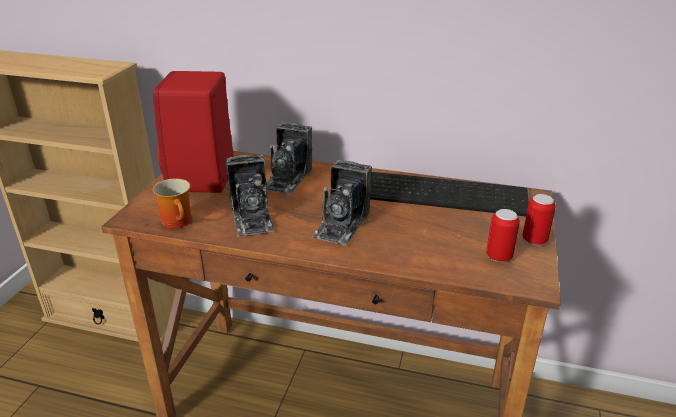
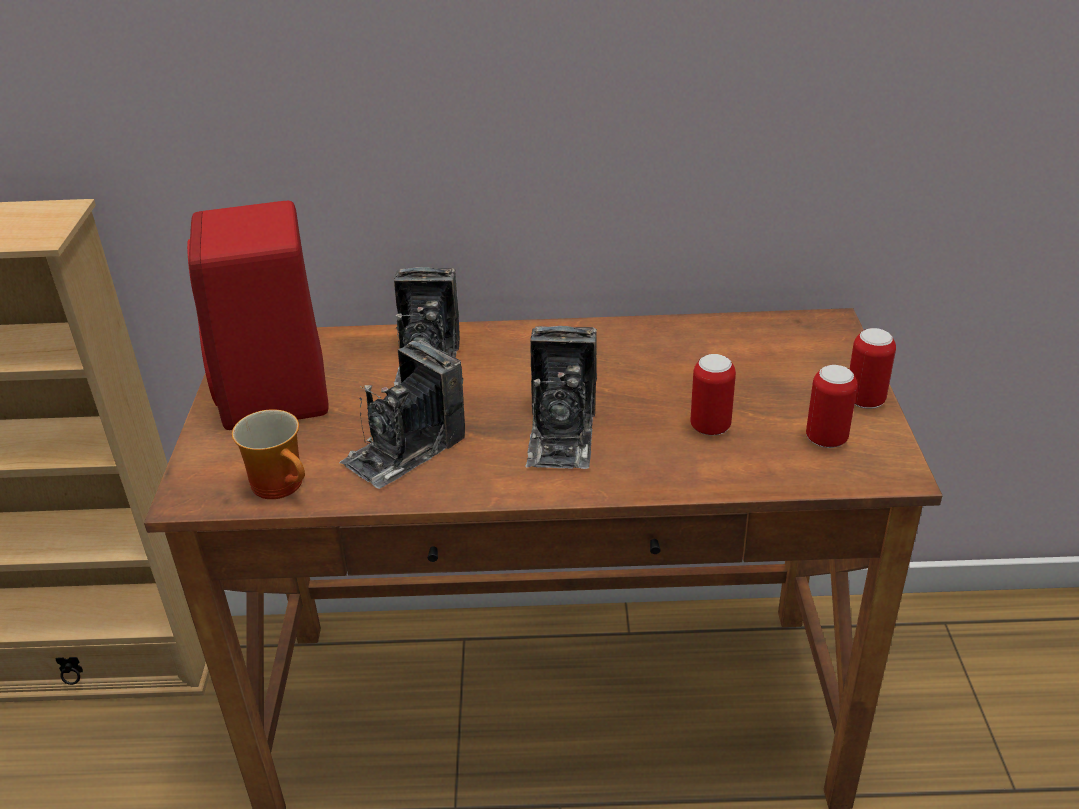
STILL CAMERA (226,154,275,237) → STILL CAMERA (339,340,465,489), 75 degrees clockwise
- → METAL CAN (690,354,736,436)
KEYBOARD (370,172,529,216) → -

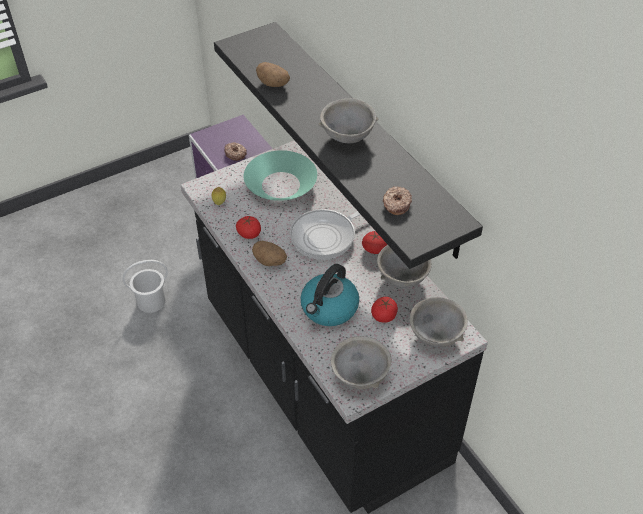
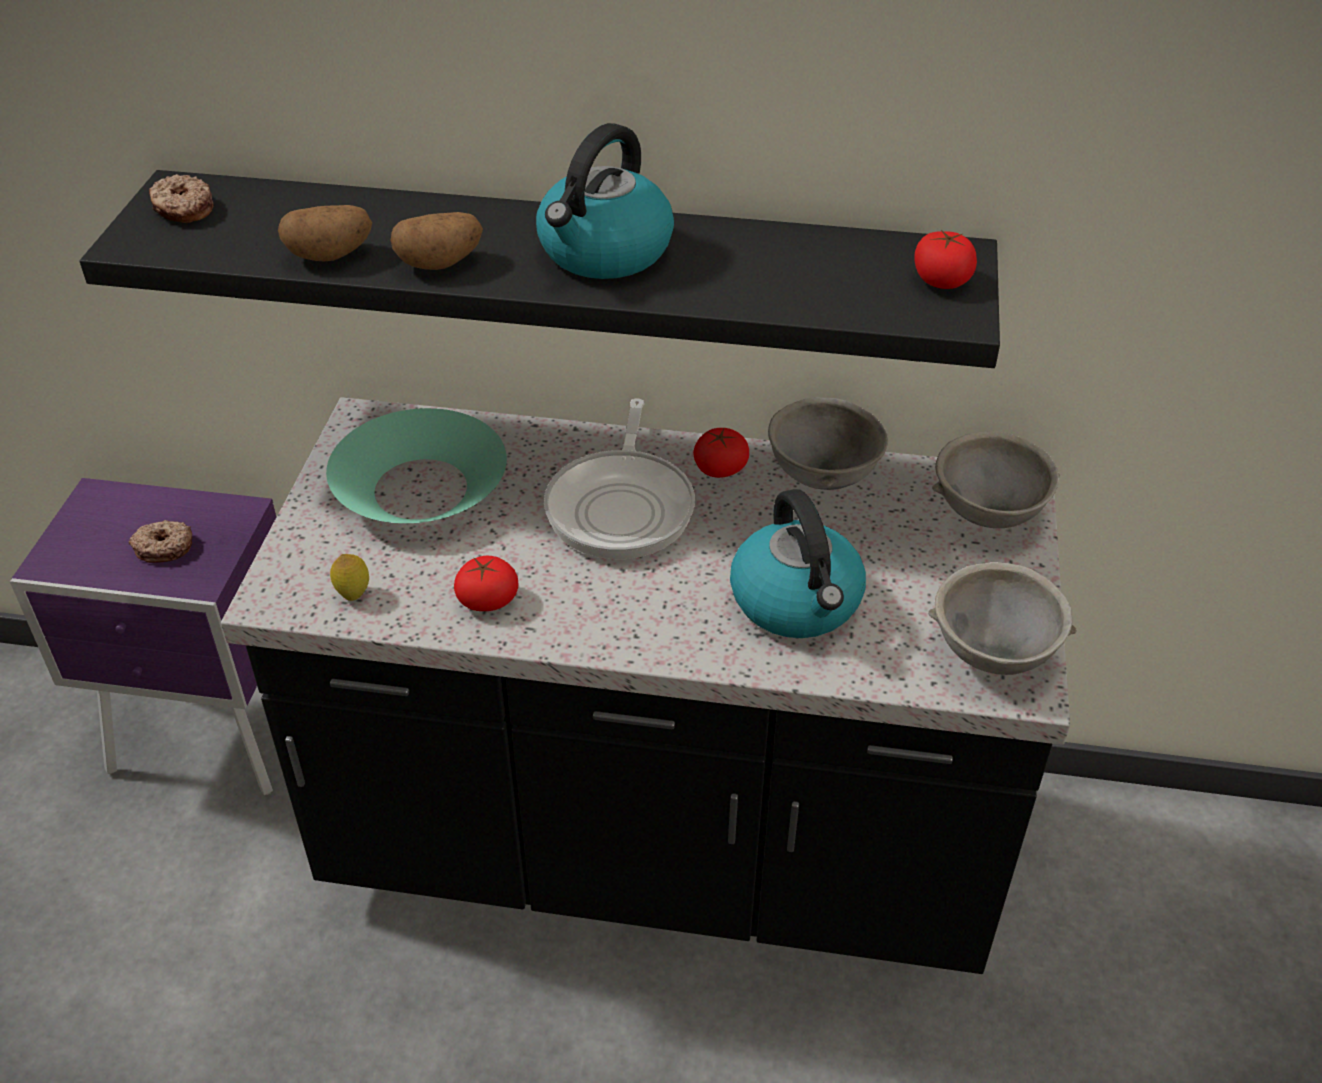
DONUT (383,186,412,215) → DONUT (149,174,214,223), shifted
POTATO (252,241,287,266) → POTATO (391,212,483,270), shifted
GREYISH SERVING BOWL (318,98,379,143) → WATER KETTLE (536,123,674,279)
WHOLE TOMATO (371,297,398,323) → WHOLE TOMATO (914,230,977,289), shifted
WHITISH WATER BUCKET (122,260,168,313) → -

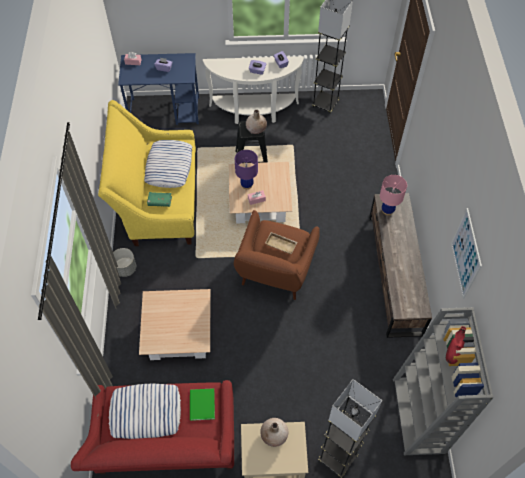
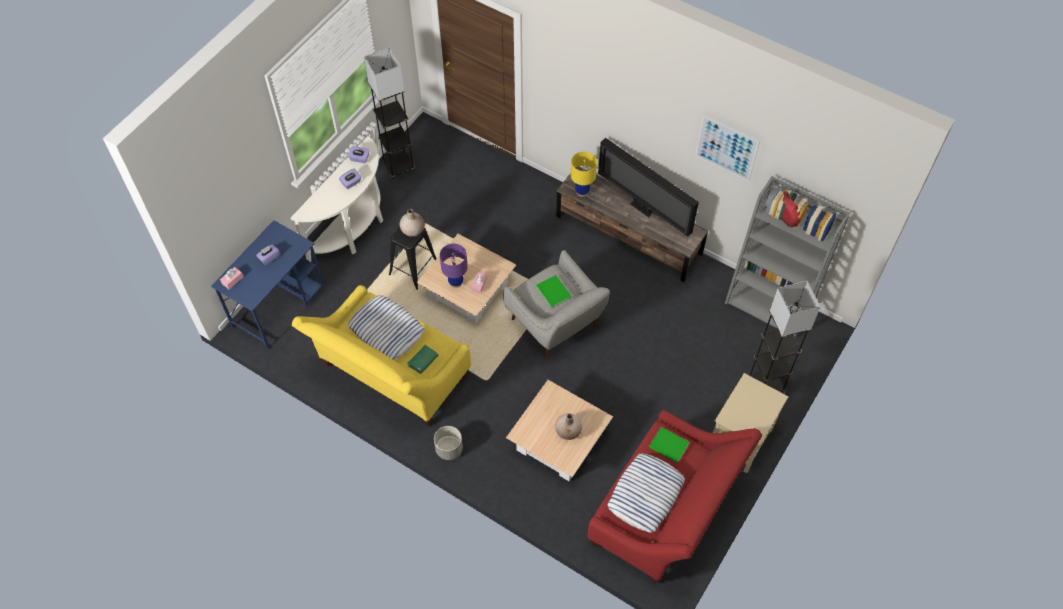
BROWN LOUNGE CHAIR (234,210,320,300) → GREYISH LOUNGE CHAIR (503,250,610,360)
BEIGE SERVING TRAY (265,232,297,254) → GREEN-COLOURED BOOK (536,275,572,308)
BEIGE VASE (260,418,288,447) → BEIGE VASE (555,413,582,440), shifted
PINK-COLOURED TABLETOP LAMP (380,175,407,215) → YELLOW-COLOURED TABLETOP LAMP (571,152,597,197)
- → TELEVISION (598,138,699,236)

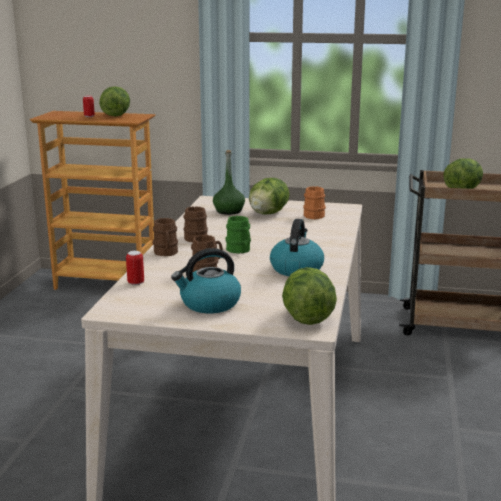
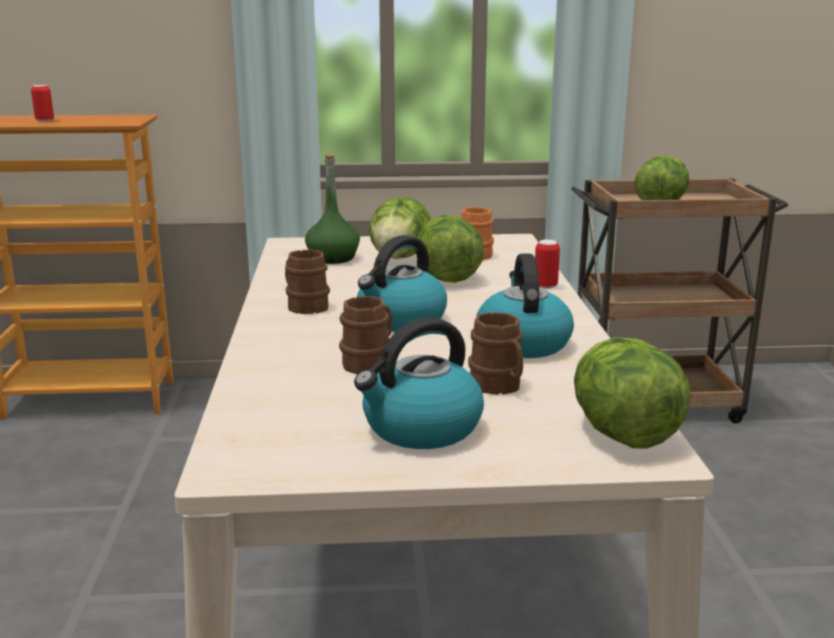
GREEN-COLOURED COFFEE MUG (225,216,251,254) → WATER KETTLE (357,235,447,332)
HEAD OF LETTUCE (99,86,130,117) → HEAD OF LETTUCE (418,215,484,283), shifted
BROWN COFFEE MUG (153,218,178,256) → BROWN COFFEE MUG (468,312,523,395), shifted
METAL CAN (126,251,144,285) → METAL CAN (535,240,560,289), shifted

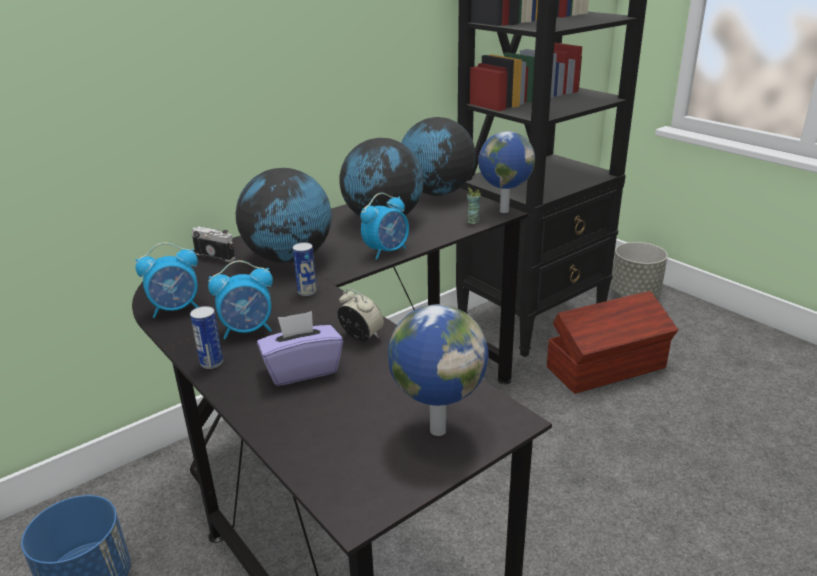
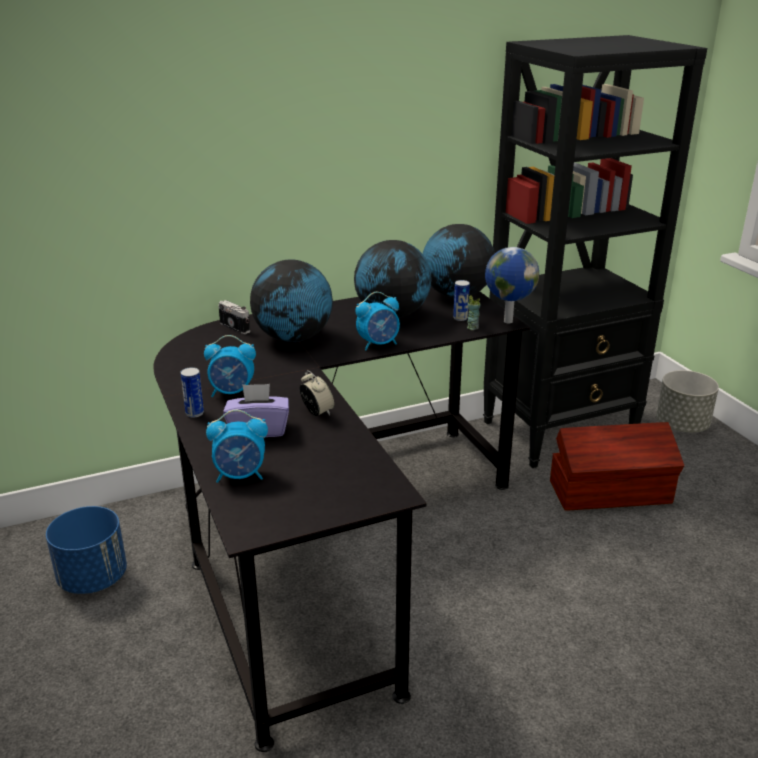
TABLE CLOCK (135,243,198,318) → TABLE CLOCK (206,410,268,483), shifted
METAL CAN (293,242,317,296) → METAL CAN (453,280,470,321), shifted
DESK GLOBE (388,304,489,436) → -

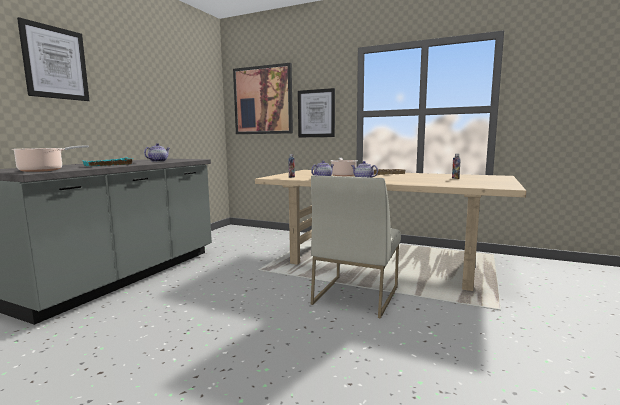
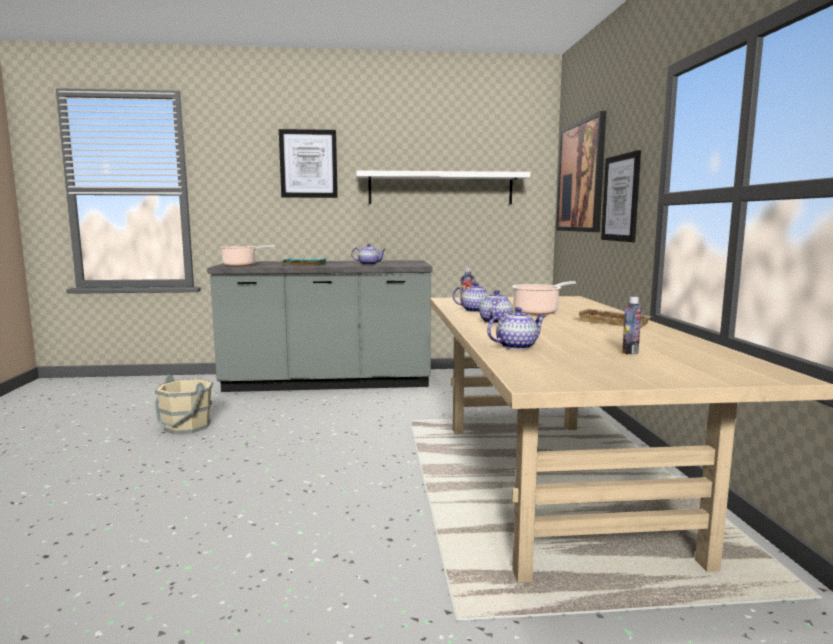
- → BEIGE WATER BUCKET (154,375,213,434)
- → WHITISH SHELF (356,170,530,204)
- → TEA POT (487,307,546,350)
WHITISH CHAIR (311,175,401,318) → -

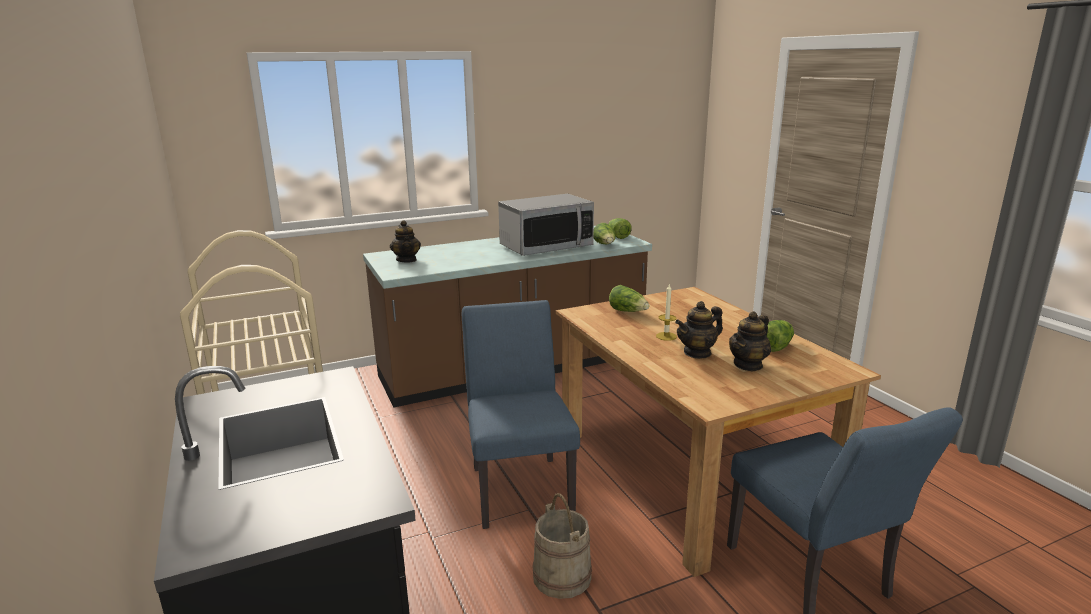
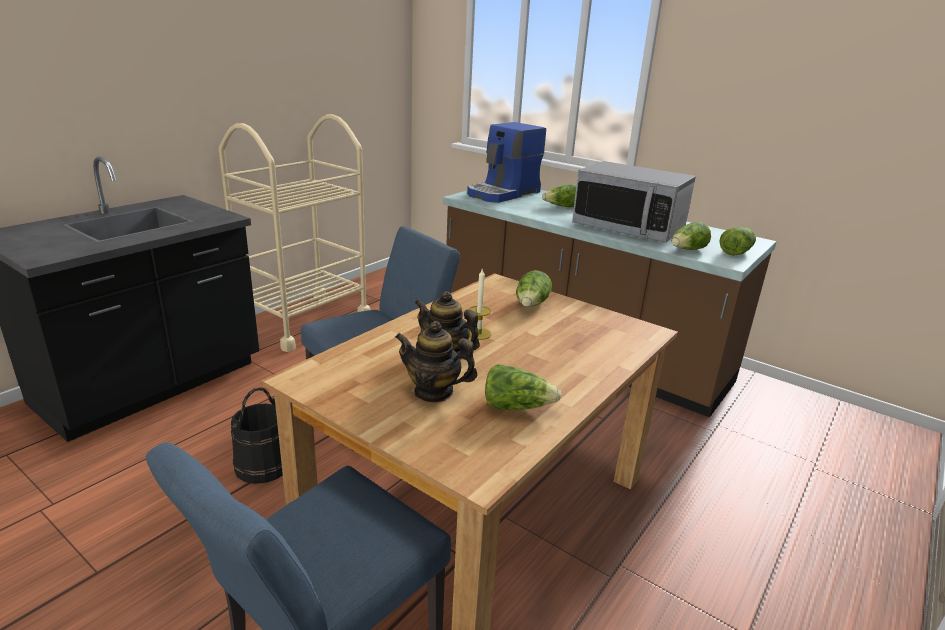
BEIGE WATER BUCKET (533,493,592,599) → BLACKISH WATER BUCKET (231,387,283,484)
TEA POT (390,220,421,262) → COFFEE BREWER (467,122,546,203)
- → HEAD OF LETTUCE (542,184,577,207)

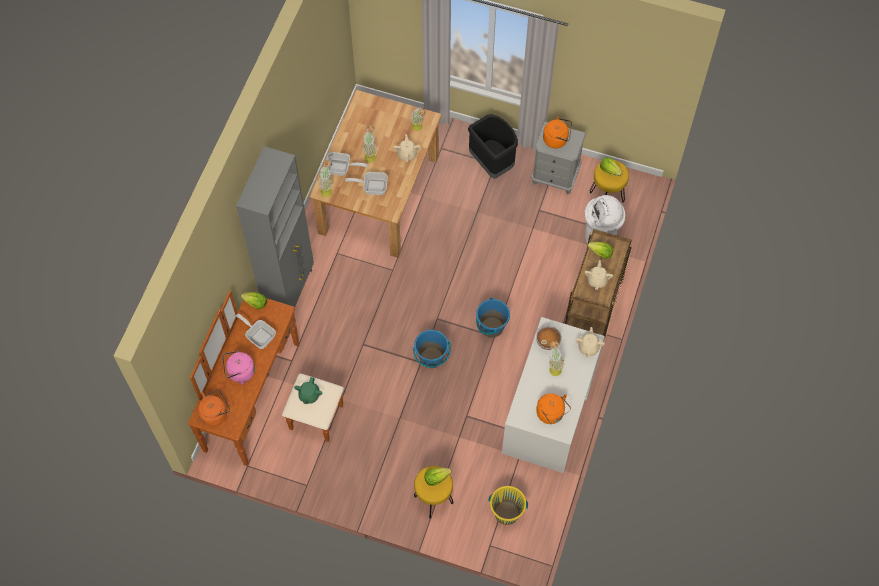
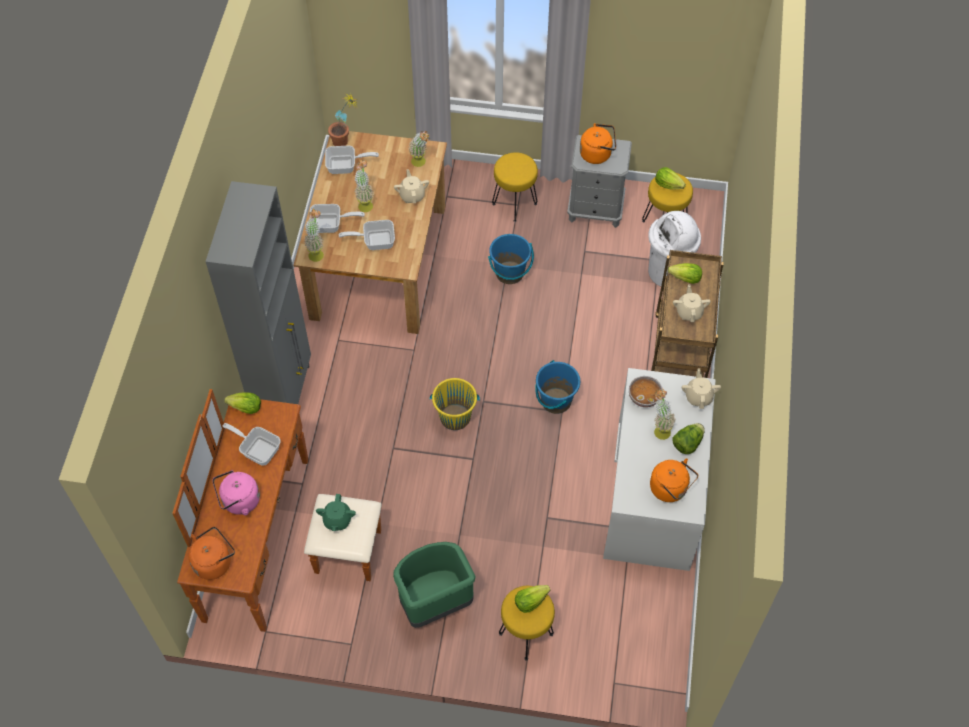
- → FRYING PAN (325,146,379,174)
- → PLANT IN A POT (328,92,357,146)
- → GREEN-COLOURED RUBBISH BIN (393,542,476,628)
YELLOW-COLOURED WATER BUCKET (488,486,528,525) → YELLOW-COLOURED WATER BUCKET (430,378,480,430), shifted
BLUE-COLOURED WATER BUCKET (413,330,451,368) → BLUE-COLOURED WATER BUCKET (488,234,534,284), shifted
BLACKISH RUBBISH BIN (468,114,518,178) → YELLOW-COLOURED SITTING STOOL (492,152,538,222)
- → HEAD OF LETTUCE (673,423,705,454)

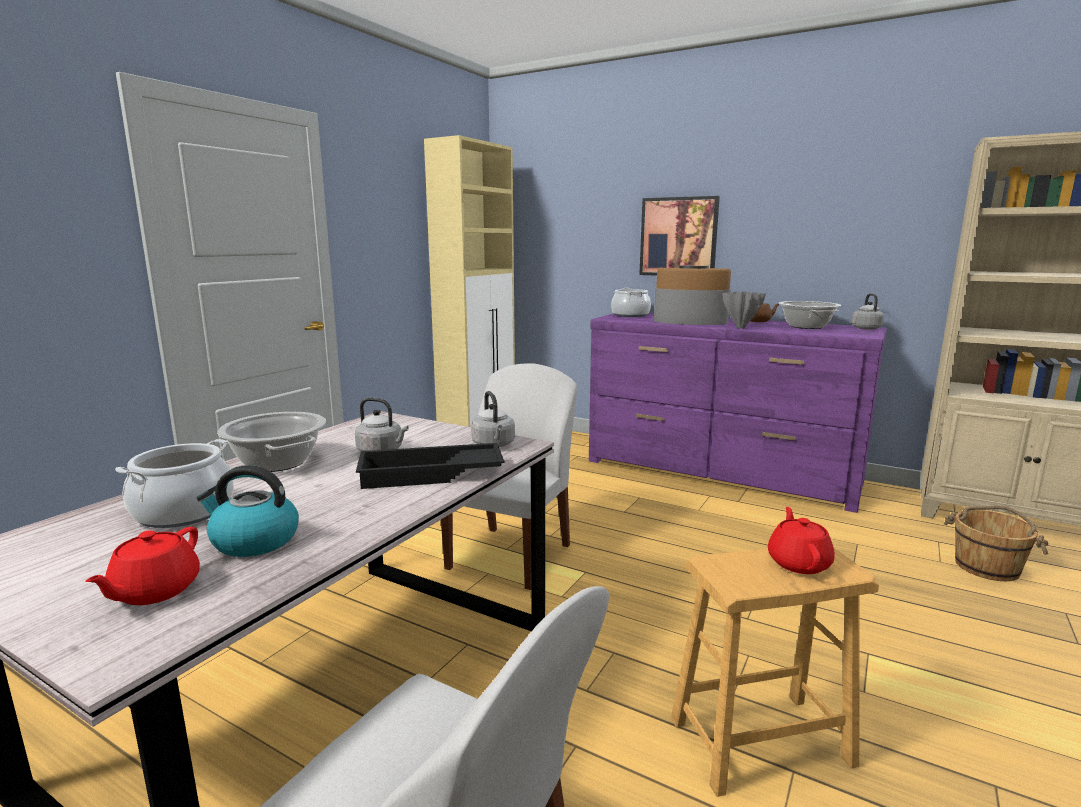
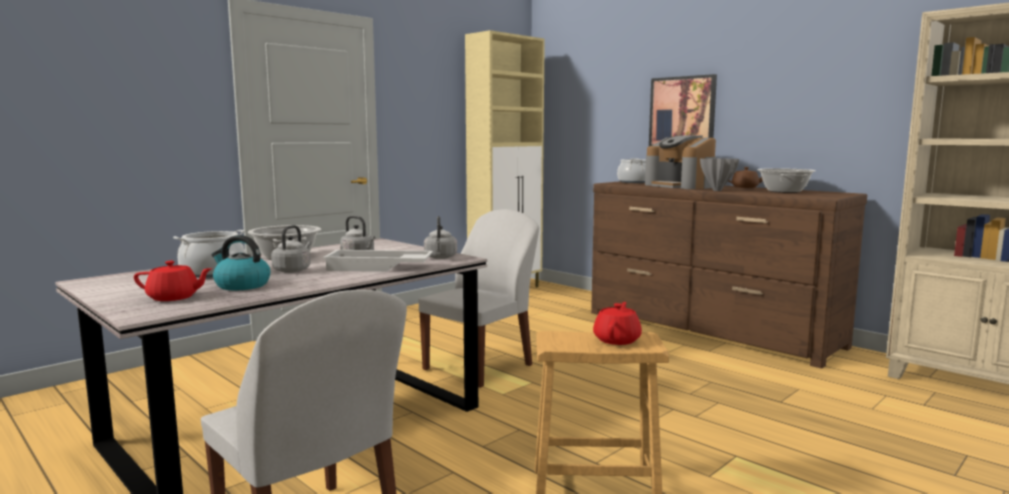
RED-COLOURED TEA POT (85,527,200,605) → RED-COLOURED TEA POT (134,261,213,301), 120 degrees counterclockwise
GREYISH WATER KETTLE (852,293,884,330) → GREYISH WATER KETTLE (271,225,311,273), shifted
BLACKISH SERVING TRAY (356,443,505,489) → WHITISH SERVING TRAY (323,250,433,272)
PURPLE DRAWER CHEST (589,313,887,513) → BROWN DRAWER CHEST (591,181,867,368)
COFFEE BREWER (654,266,731,325) → COFFEE BREWER (645,136,716,189), 150 degrees counterclockwise
BROWN WATER BUCKET (944,506,1048,581) → -

